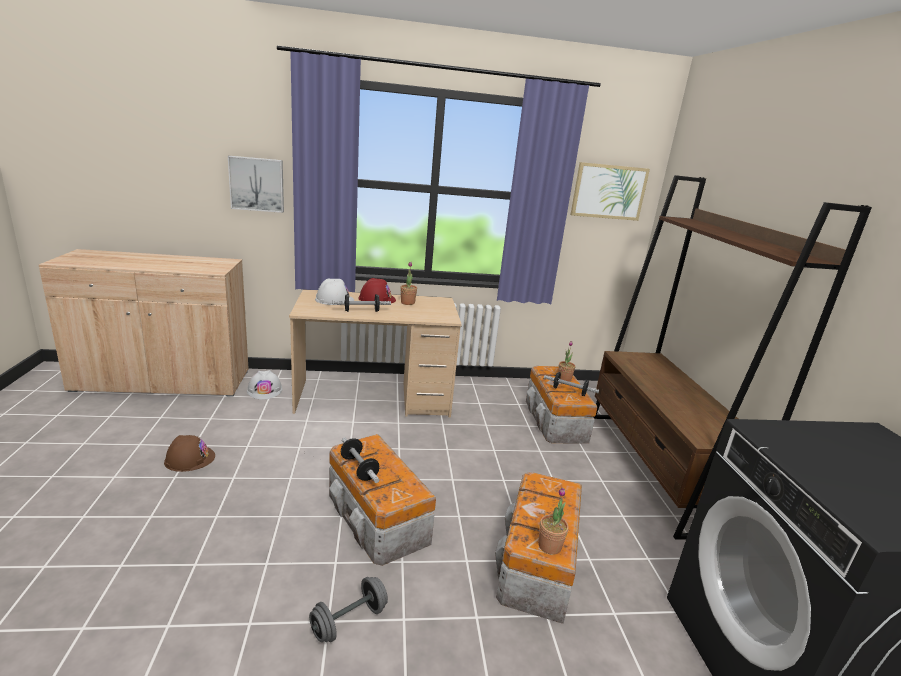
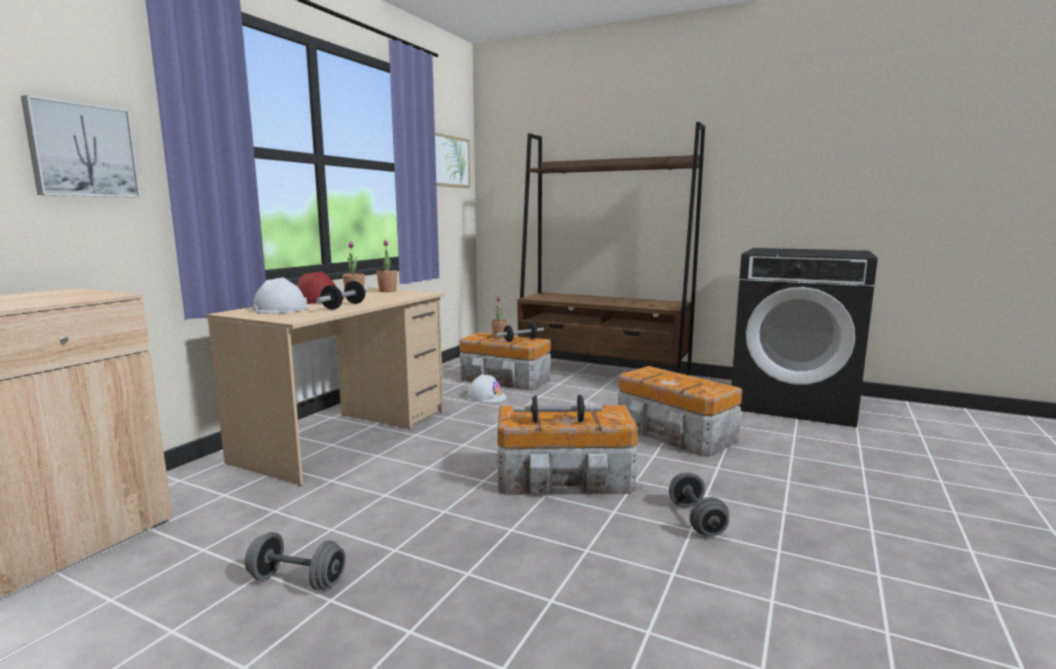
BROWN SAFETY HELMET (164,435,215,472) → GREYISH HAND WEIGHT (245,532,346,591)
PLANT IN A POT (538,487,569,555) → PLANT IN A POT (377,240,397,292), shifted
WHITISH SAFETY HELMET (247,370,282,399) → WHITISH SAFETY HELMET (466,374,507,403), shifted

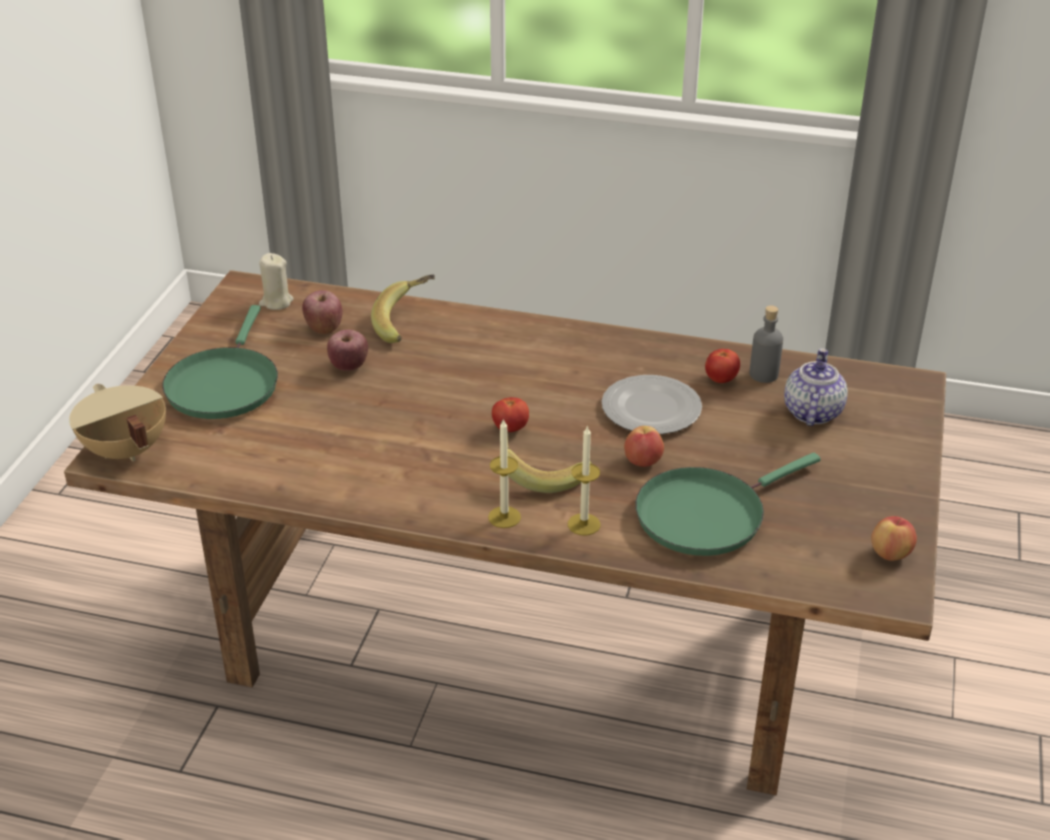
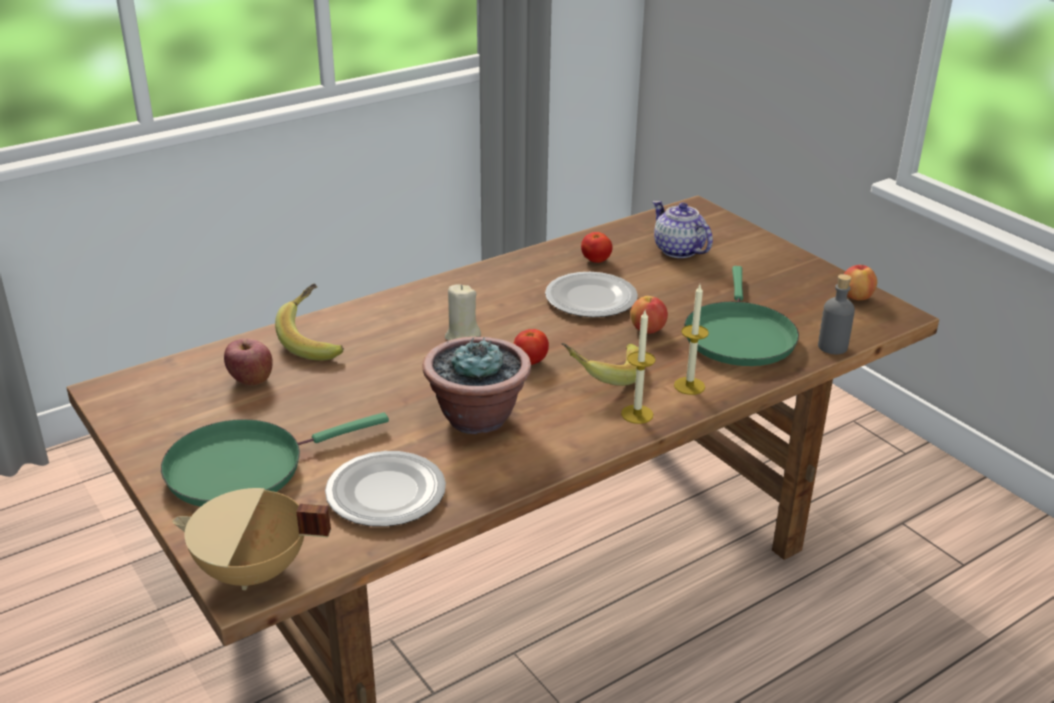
GREEN-COLOURED FRYING PAN (162,305,278,419) → GREEN-COLOURED FRYING PAN (161,413,389,507), 105 degrees clockwise
- → FLAT DISH (325,451,446,527)
- → PLANT IN A POT (422,336,531,434)
BEIGE CANDLE (259,253,294,310) → BEIGE CANDLE (445,284,481,340), shifted
GREYISH BEVERAGE BOTTLE (749,305,783,383) → GREYISH BEVERAGE BOTTLE (818,274,855,354), shifted
WHOLE APPLE (327,330,368,371) → -

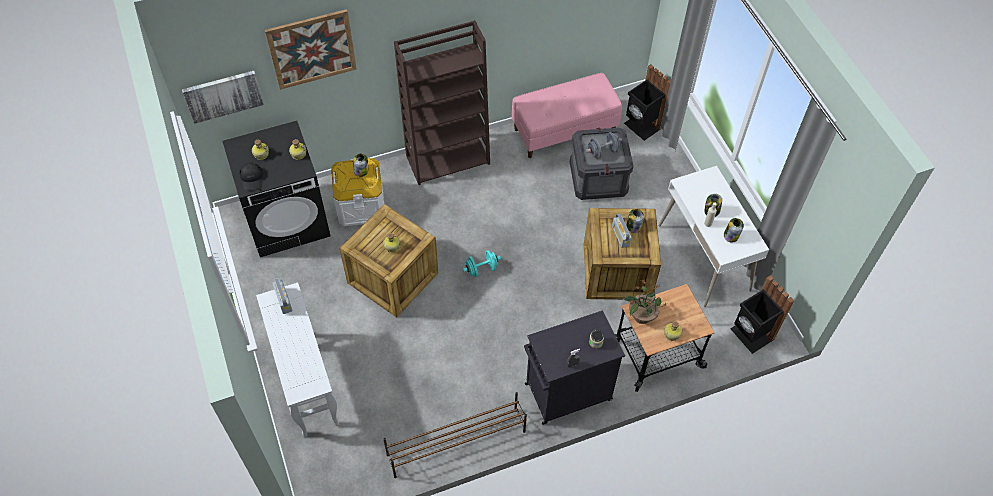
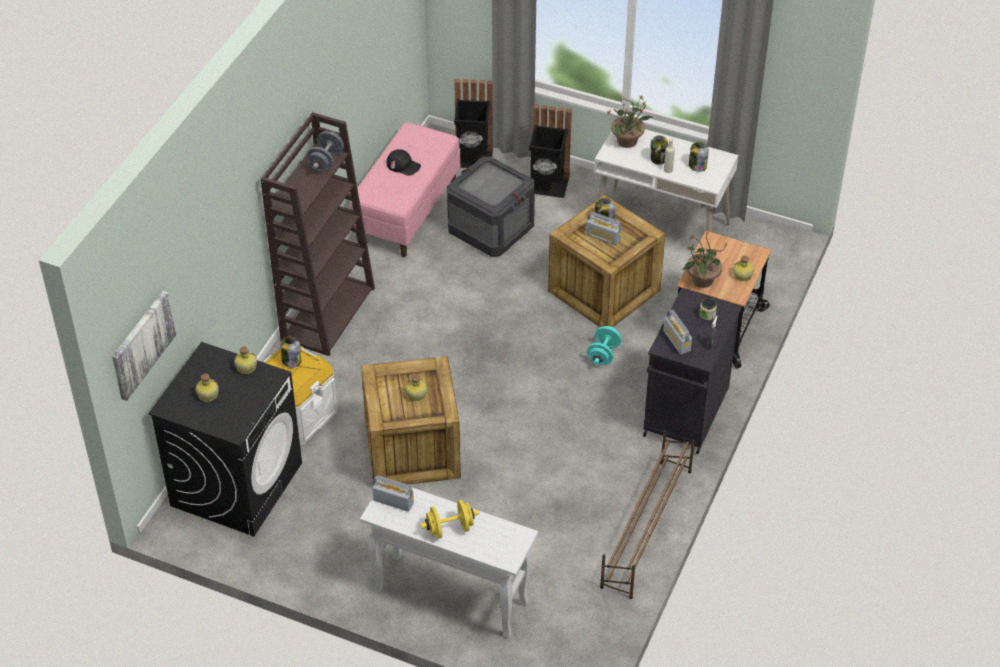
GREYISH HAND WEIGHT (586,132,622,159) → GREYISH HAND WEIGHT (306,131,344,171), shifted
BLACKISH PEAKED CAP (240,162,263,190) → BLACKISH PEAKED CAP (386,149,421,176), shifted
- → YELLOW-COLOURED HAND WEIGHT (420,500,479,539)
BLACKISH RUBBISH BIN (730,275,794,354) → BLACKISH RUBBISH BIN (529,104,572,198), shifted
TURQUOISE-COLOURED HAND WEIGHT (463,250,501,277) → TURQUOISE-COLOURED HAND WEIGHT (587,326,622,365), shifted
- → PLANT IN A POT (607,95,653,148)
- → RADIO (663,310,692,355)
PICTURE (265,9,357,90) → -

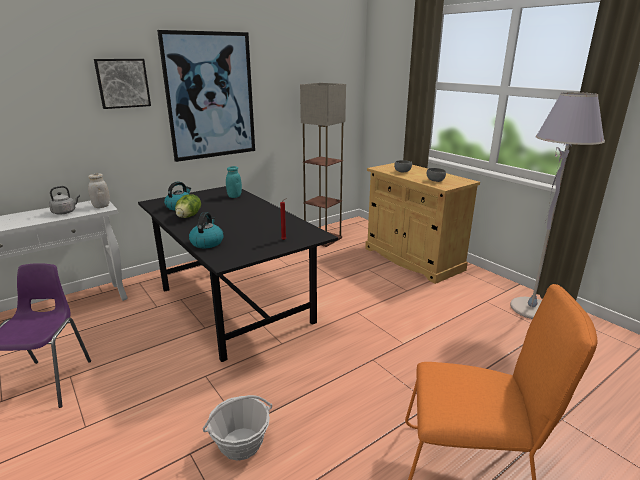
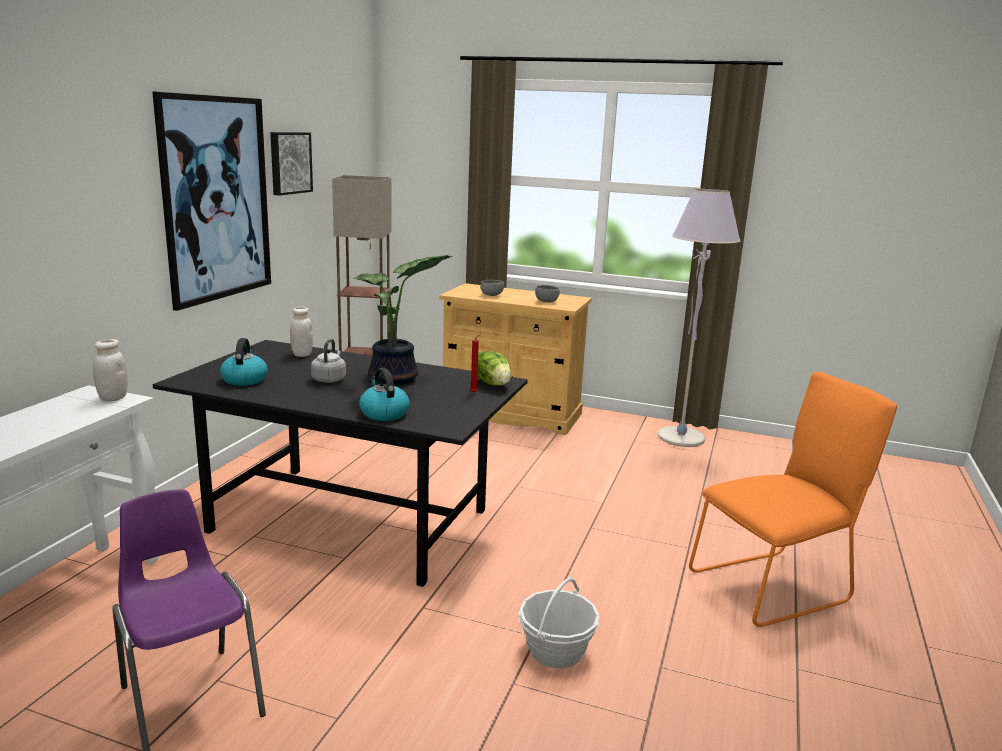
PICTURE (94,59,151,109) → PICTURE (270,132,313,196), shifted
TURQUOISE-COLOURED PRESERVE JAR (226,166,242,198) → WHITISH PRESERVE JAR (290,307,313,357)
GREYISH WATER KETTLE (49,186,80,214) → GREYISH WATER KETTLE (311,339,346,383), shifted
- → PLANT IN A POT (353,255,452,386)
HEAD OF LETTUCE (175,194,201,218) → HEAD OF LETTUCE (477,351,511,386), shifted

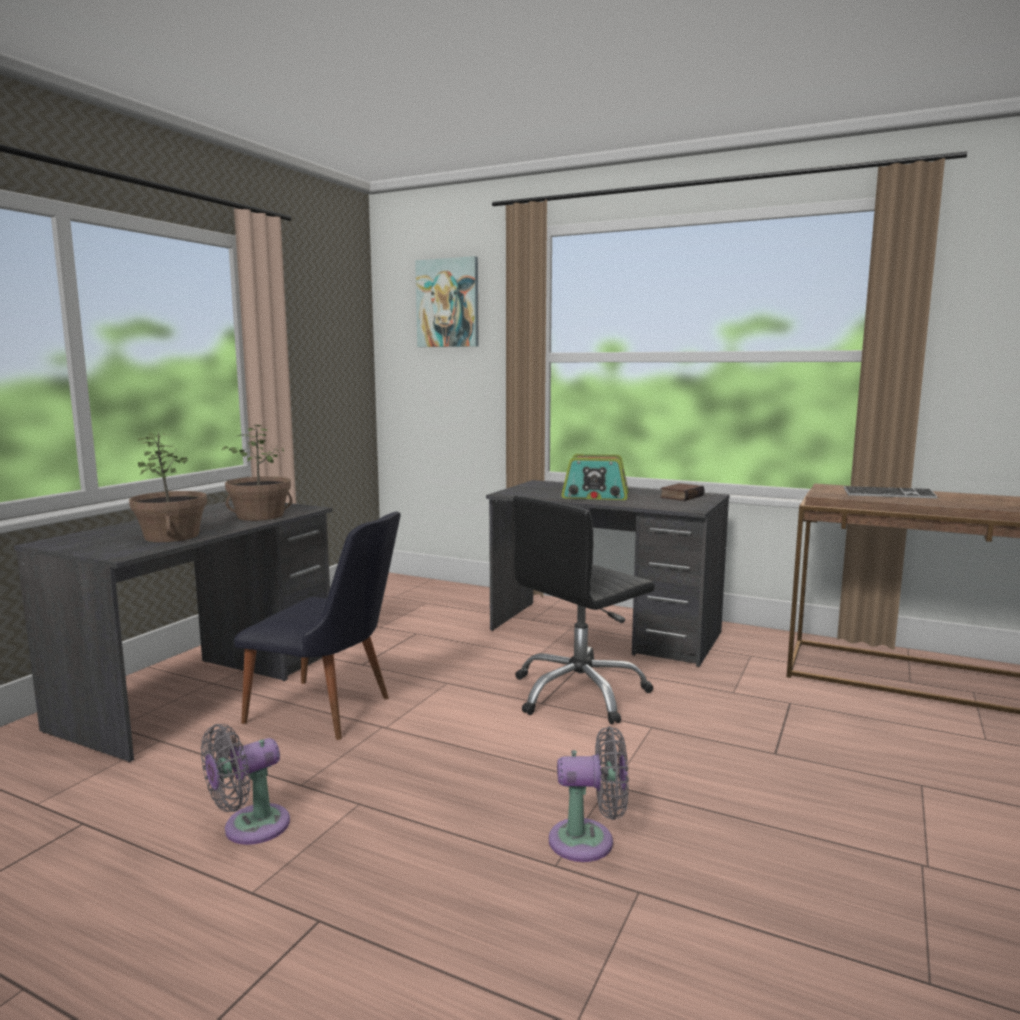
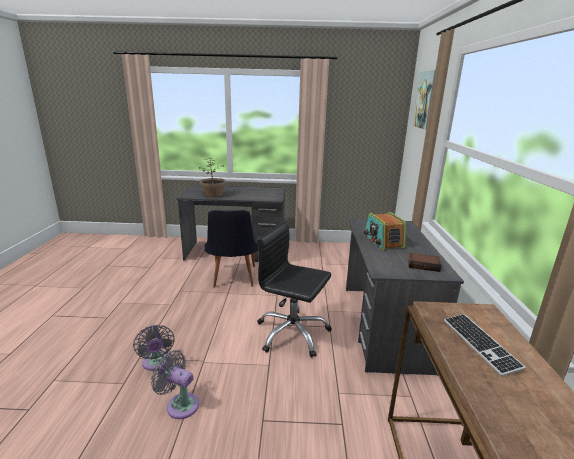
GREYISH FAN (201,724,290,845) → GREYISH FAN (151,350,199,419), shifted
PLANT IN A POT (222,423,292,521) → -

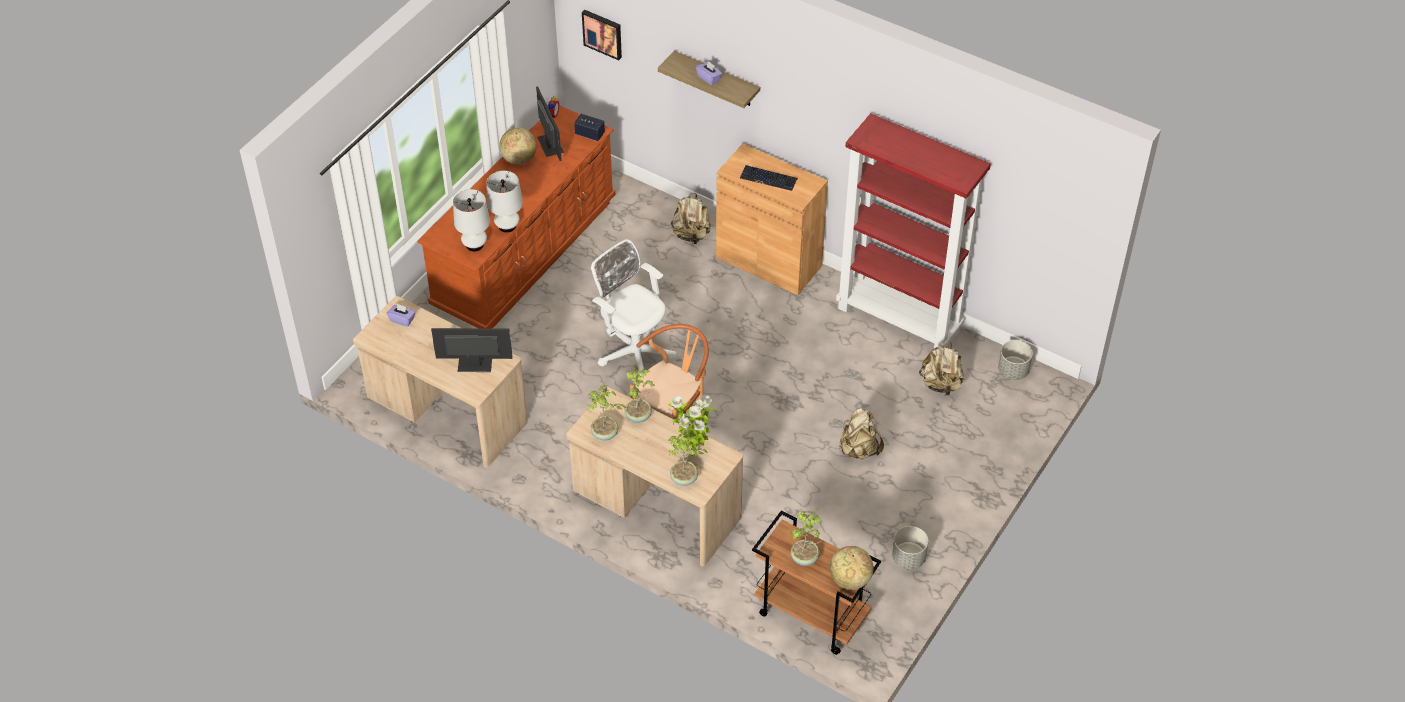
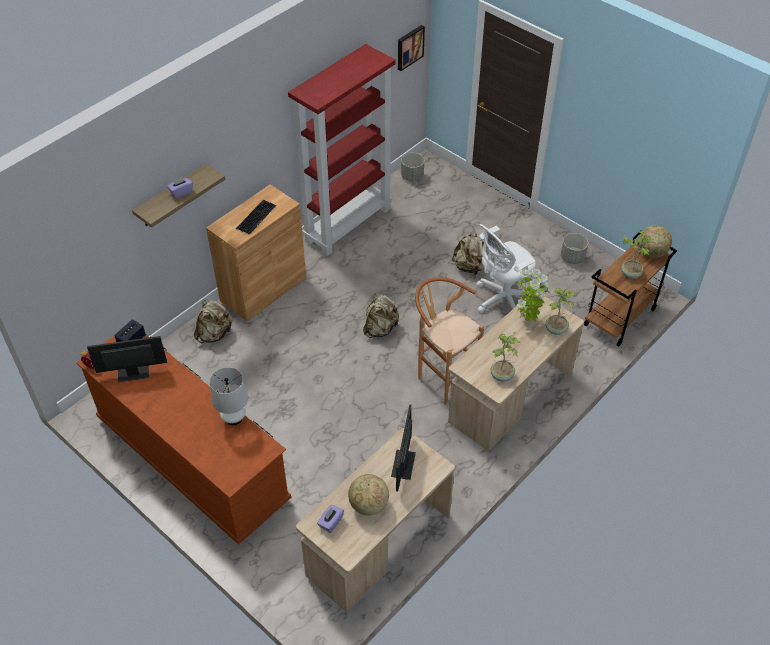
DESK GLOBE (499,127,537,165) → DESK GLOBE (348,474,389,515), shifted
BEIGE RUCKSACK (919,342,964,395) → BEIGE RUCKSACK (363,295,399,338), shifted
PICTURE (582,10,622,60) → PICTURE (398,25,425,71), shifted
WHITISH OFFICE CHAIR (591,239,676,375) → WHITISH OFFICE CHAIR (476,224,536,313), shifted
WHITISH TABLETOP LAMP (453,189,490,251) → -
PLANT IN A POT (624,365,655,423) → -

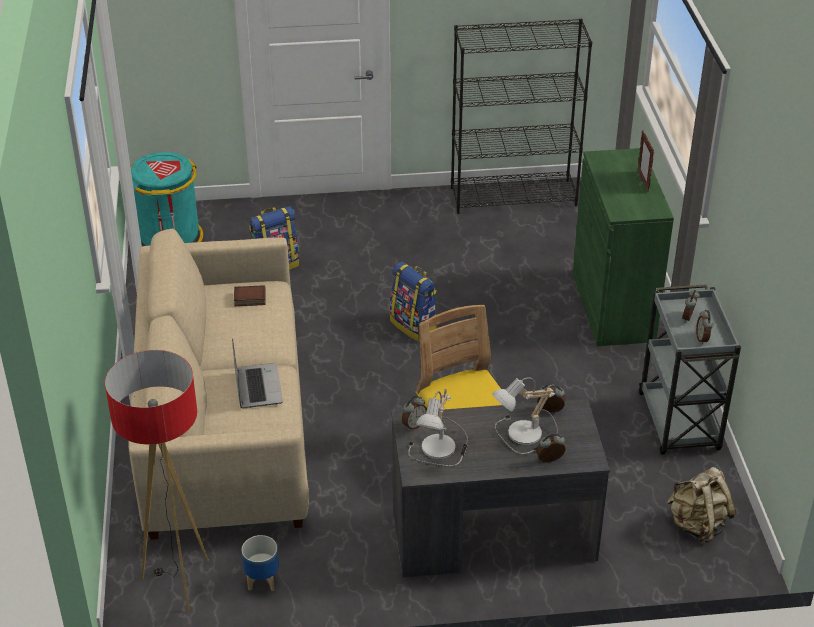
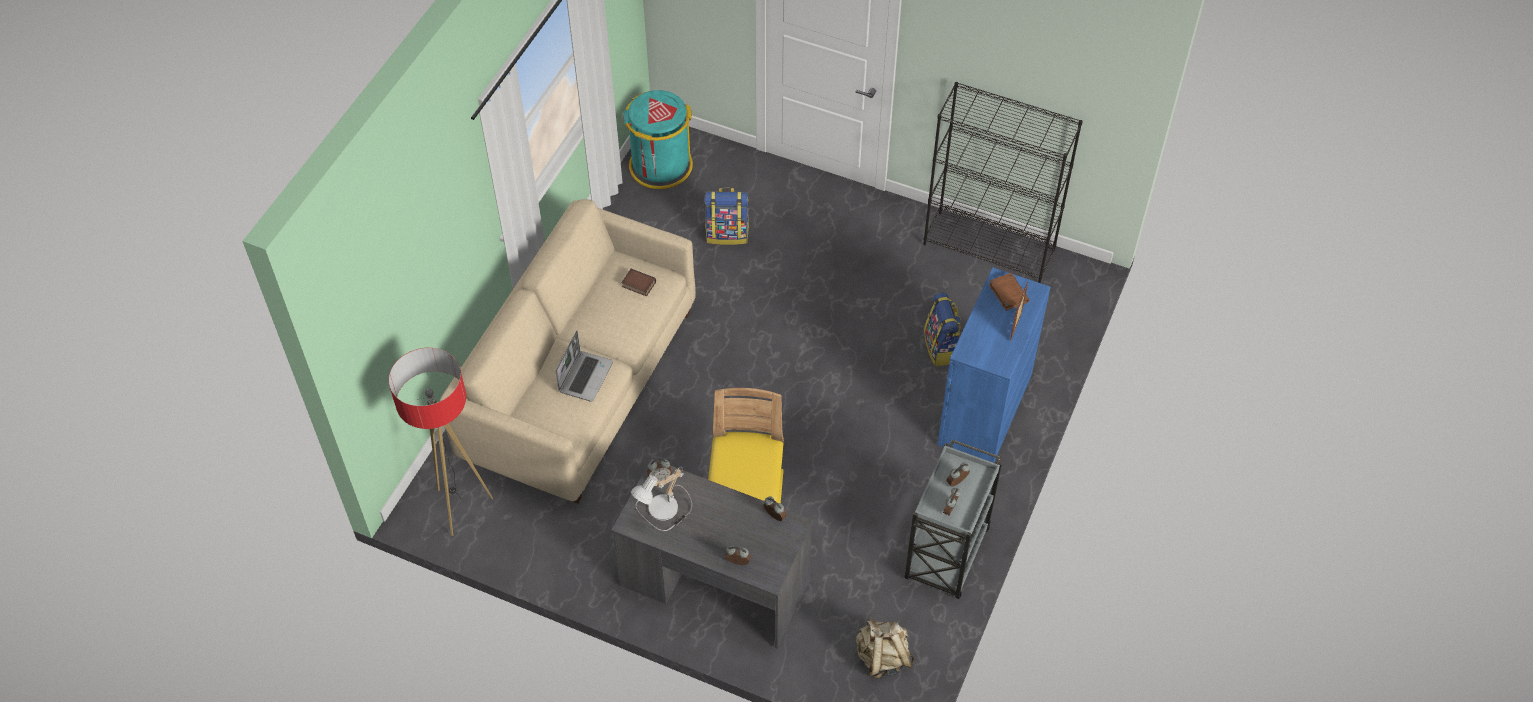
RUCKSACK (390,262,438,342) → RUCKSACK (924,292,961,366), shifted
GREEN-COLOURED CUPBOARD (573,148,674,346) → BLUE-COLOURED CUPBOARD (937,267,1050,463)
- → BROWN BOOK (988,273,1030,311)
FLOWER POT (242,535,279,591) → -
TABLETOP LAMP (492,377,558,454) → -

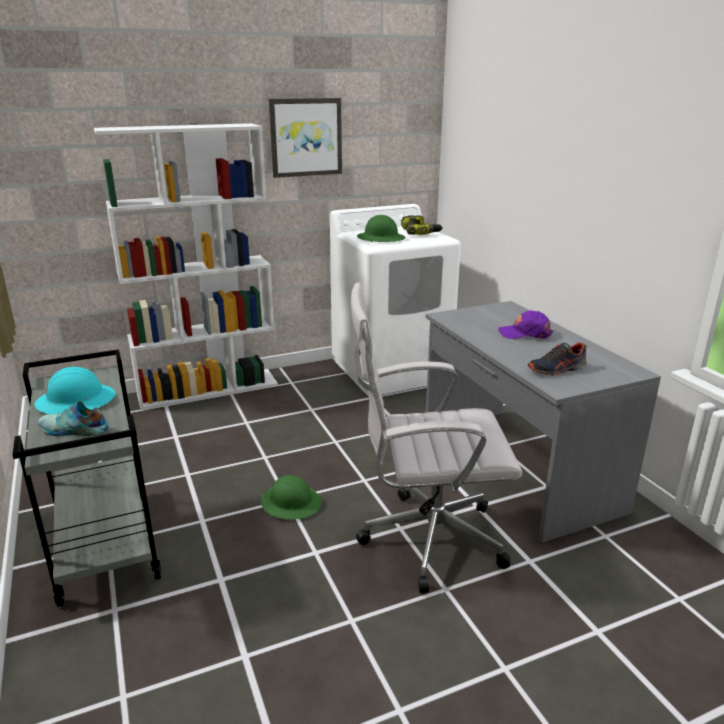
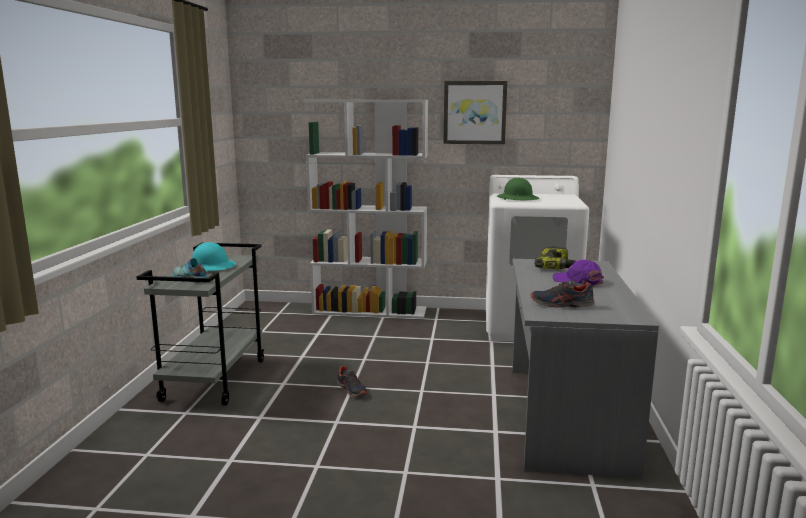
GREEN-COLOURED SAFETY HELMET (261,475,322,520) → SHOE (336,366,367,397)
POWER DRILL (401,215,443,235) → POWER DRILL (535,247,576,269), shifted
WHITISH OFFICE CHAIR (351,282,522,593) → -

